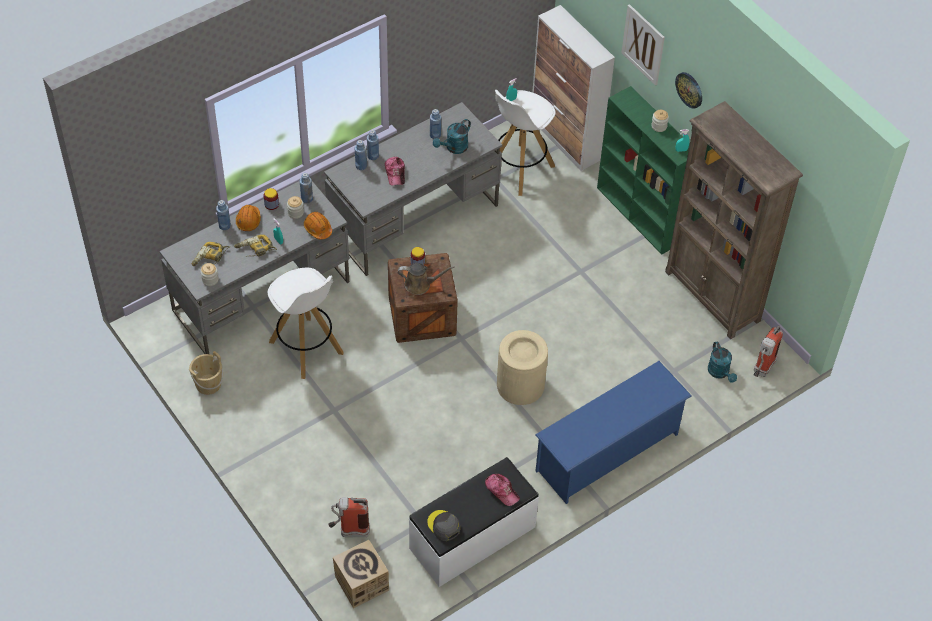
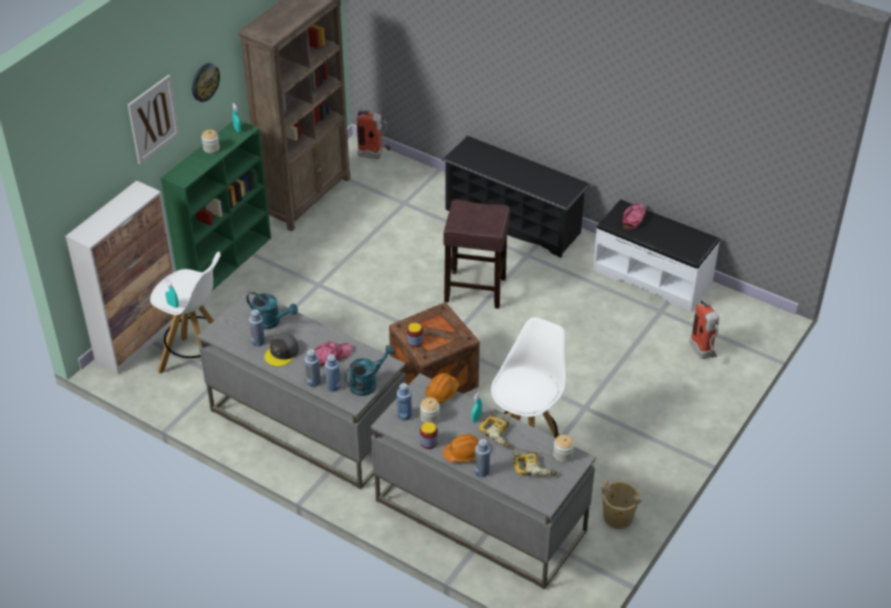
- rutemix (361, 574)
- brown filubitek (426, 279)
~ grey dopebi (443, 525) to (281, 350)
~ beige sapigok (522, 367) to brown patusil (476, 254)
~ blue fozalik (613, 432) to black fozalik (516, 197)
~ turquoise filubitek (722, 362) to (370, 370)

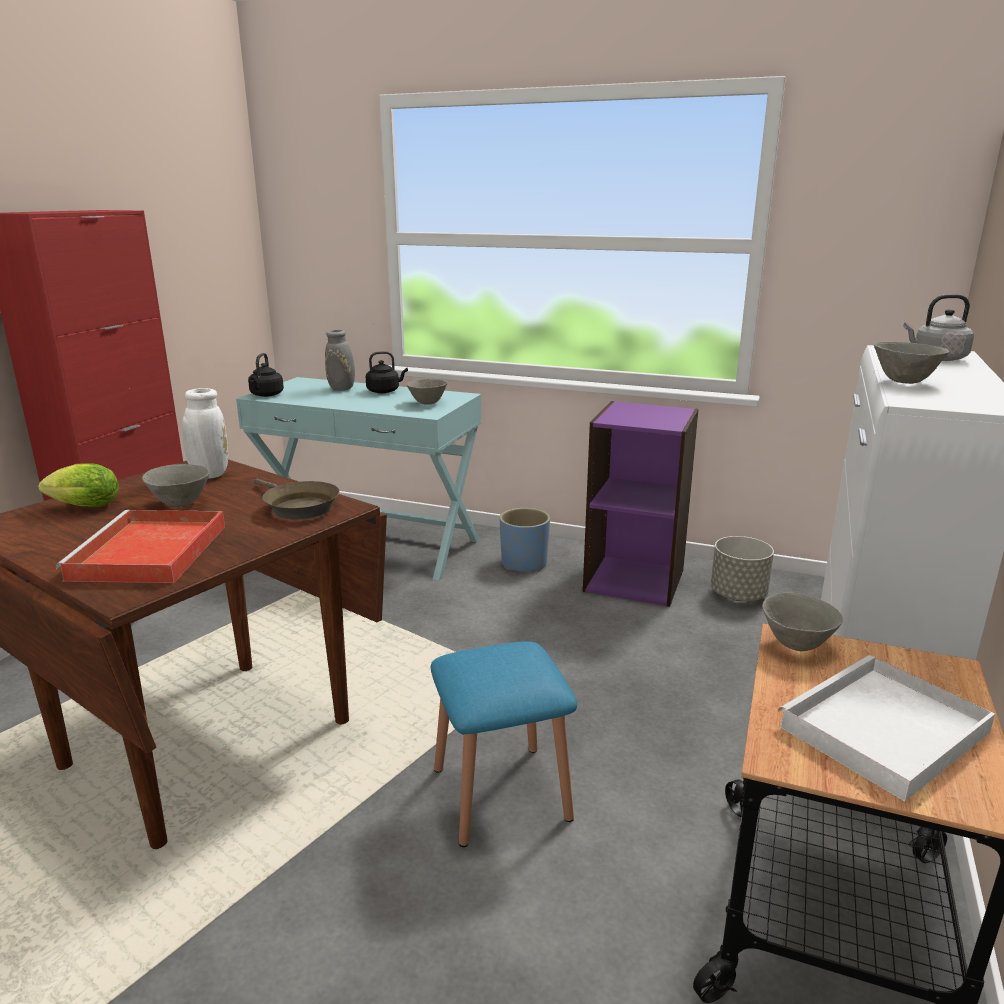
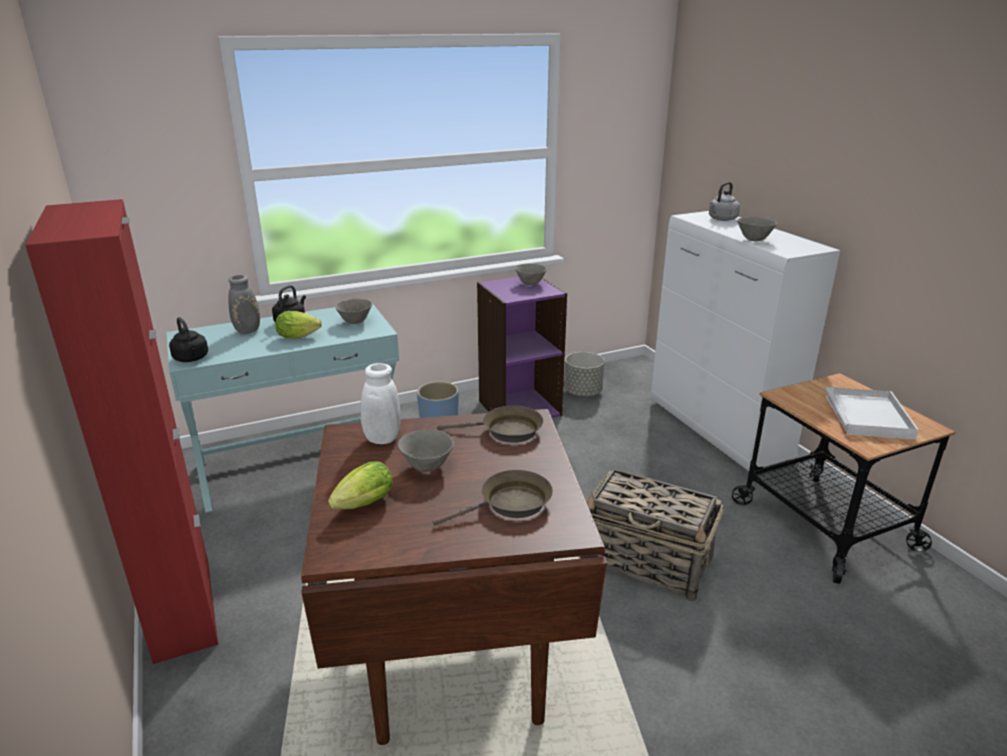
~ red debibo (140, 546) to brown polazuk (493, 498)
~ blue patusil (504, 744) to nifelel (655, 535)
~ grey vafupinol (802, 622) to (531, 275)
+ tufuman (299, 324)

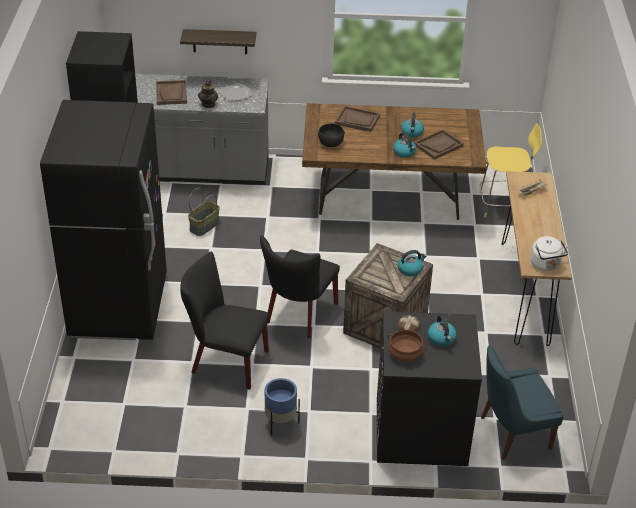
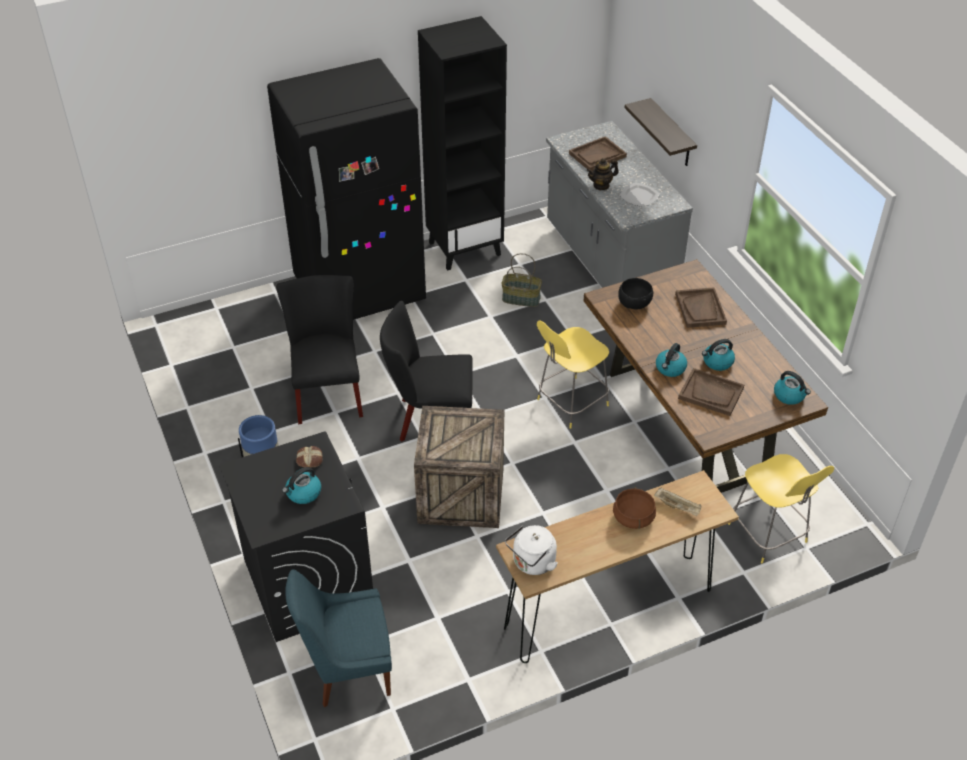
~ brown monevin (407, 345) to (634, 507)
~ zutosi (412, 263) to (792, 388)
~ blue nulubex (522, 402) = (338, 638) 60 degrees counterclockwise
+ yellow patusil (573, 374)

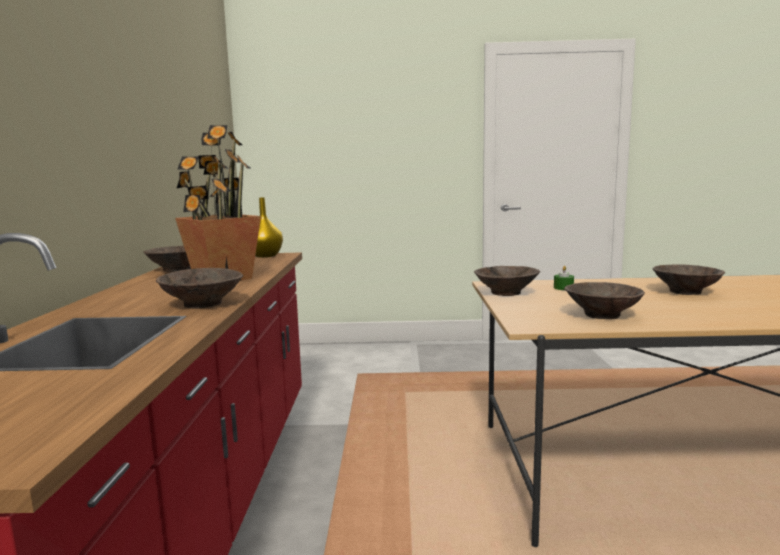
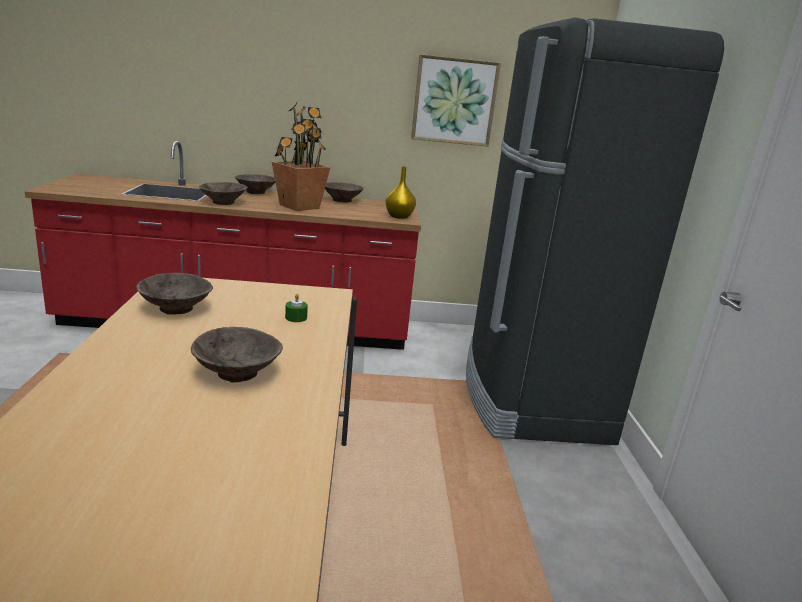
~ brown vafupinol (507, 281) to (255, 184)
+ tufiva (456, 100)
+ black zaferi (595, 231)

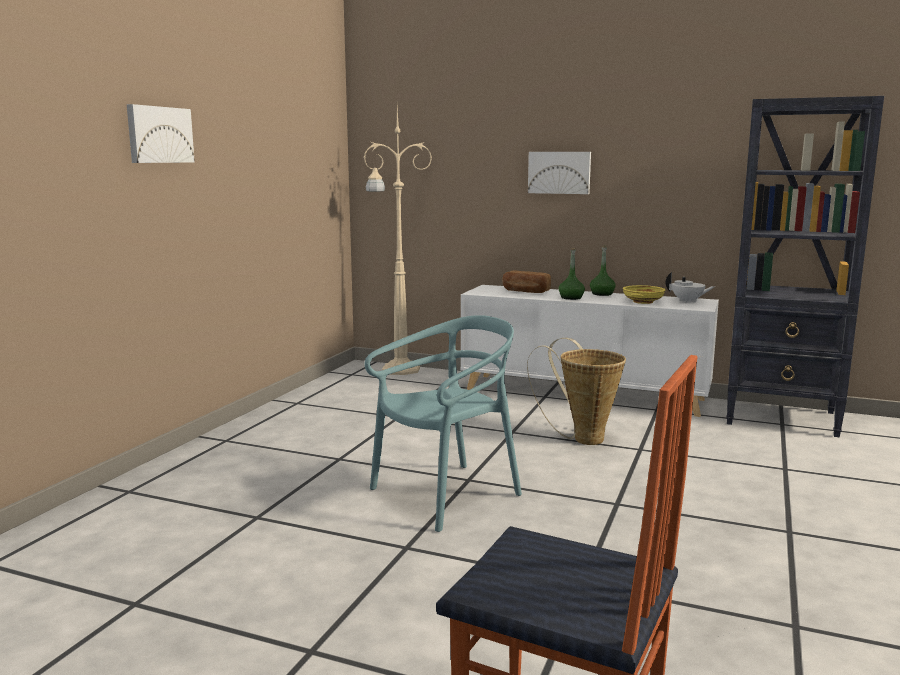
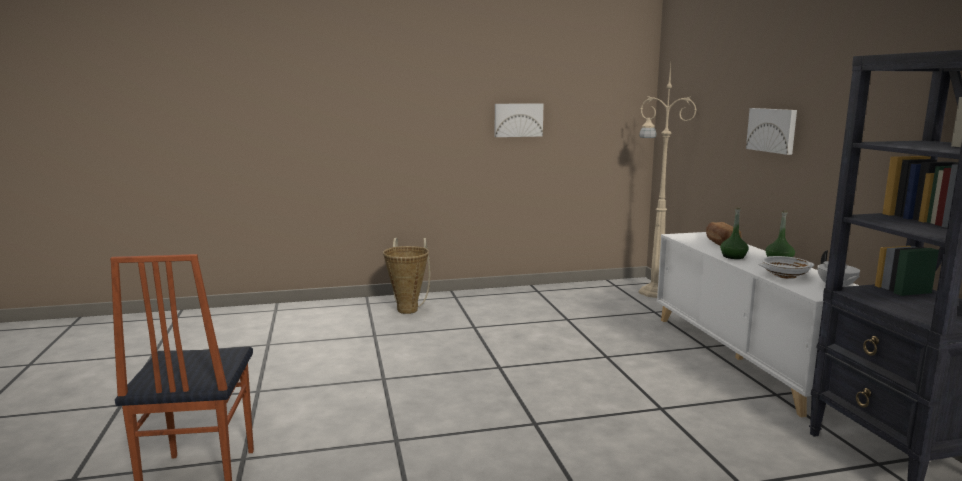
~ tufiva (161, 133) to (519, 120)
- turquoise nulubex (443, 423)
~ nifelel (576, 391) to (406, 276)
~ yellow vafupinol (644, 294) to white vafupinol (786, 267)

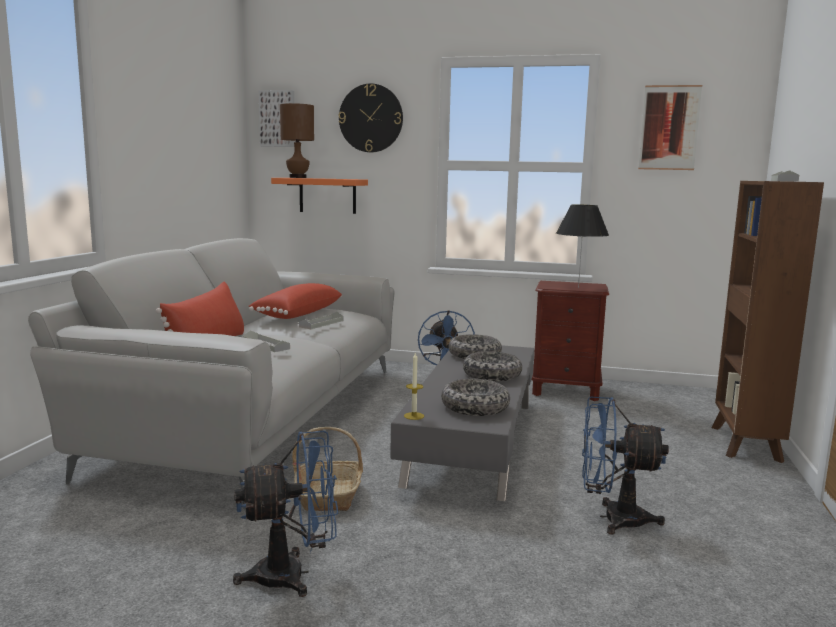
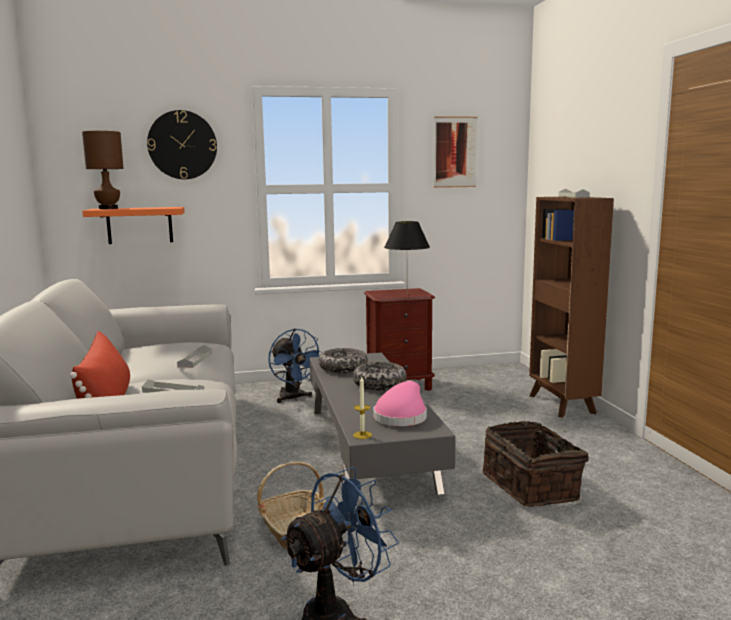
- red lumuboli (295, 301)
- tufiva (277, 118)
~ vafupinol (475, 397) to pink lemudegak (400, 403)
~ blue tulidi (625, 466) to nifelel (535, 464)

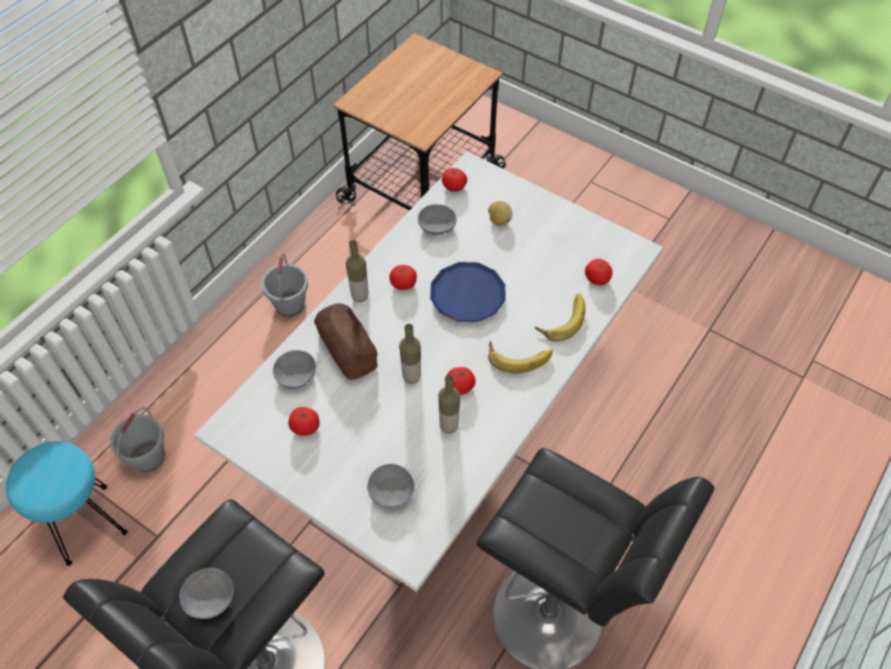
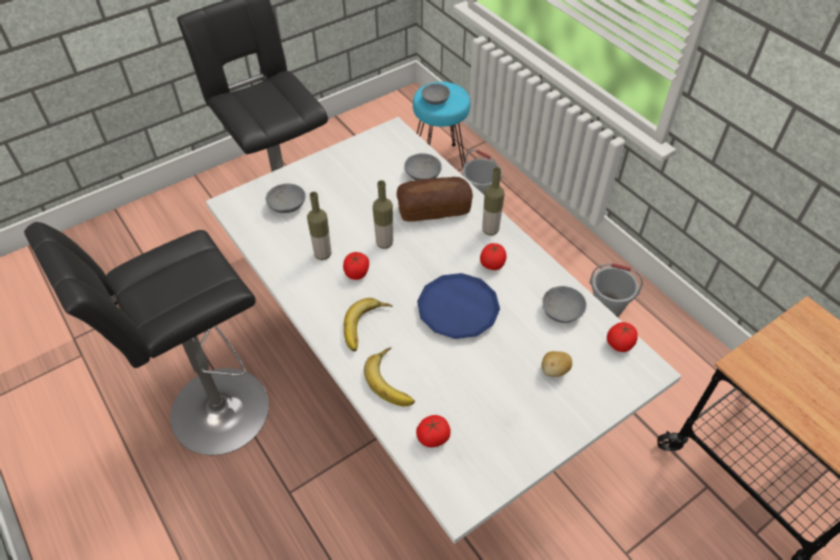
~ grey vafupinol (206, 593) to (436, 94)
- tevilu (304, 421)

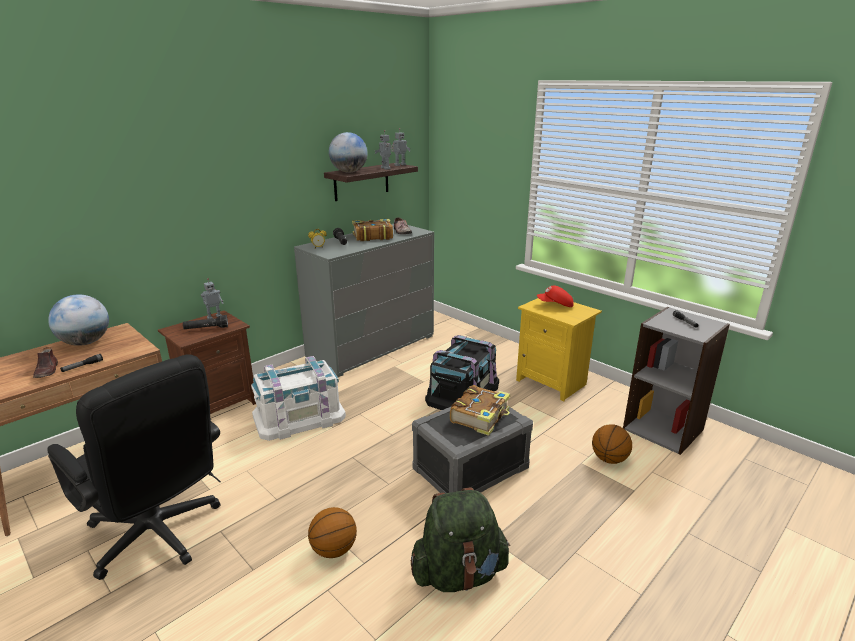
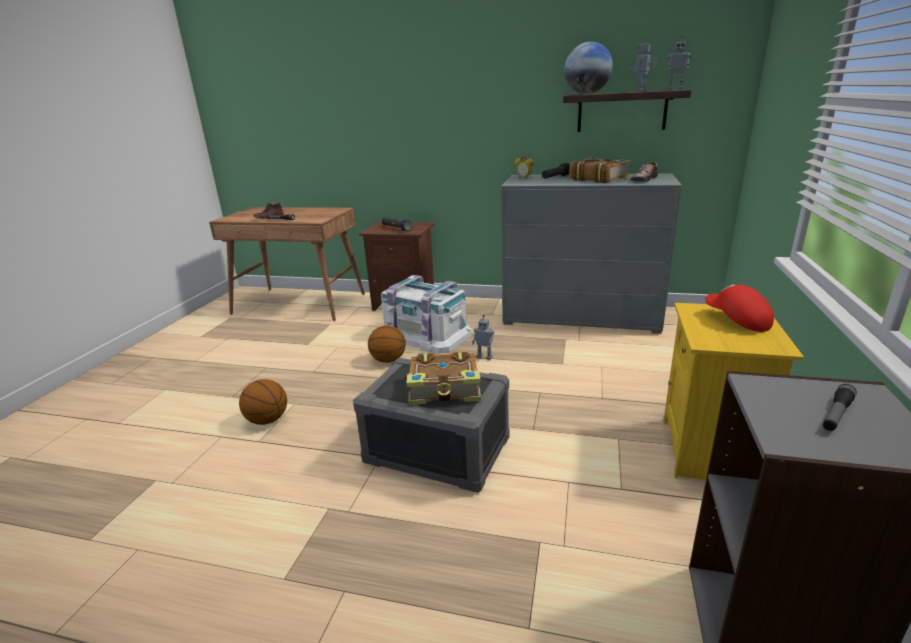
- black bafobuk (134, 467)
- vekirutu (78, 320)
~ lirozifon (212, 298) to (483, 337)
- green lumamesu (460, 539)
- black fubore (462, 372)
~ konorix (612, 444) to (387, 344)

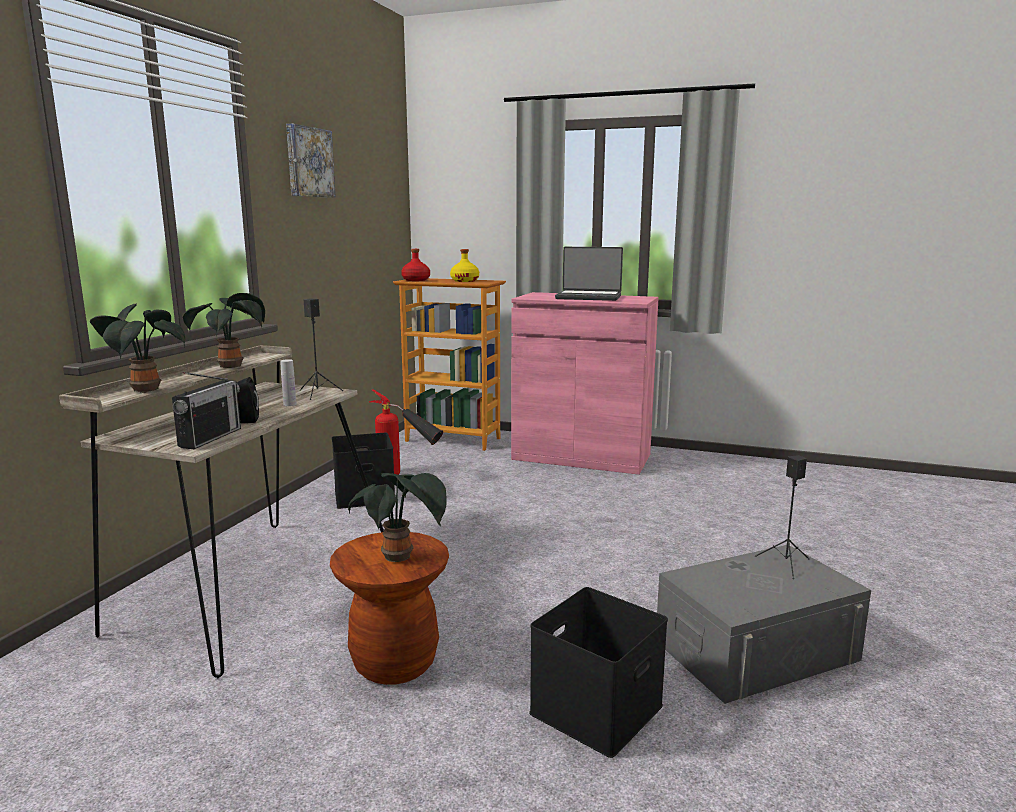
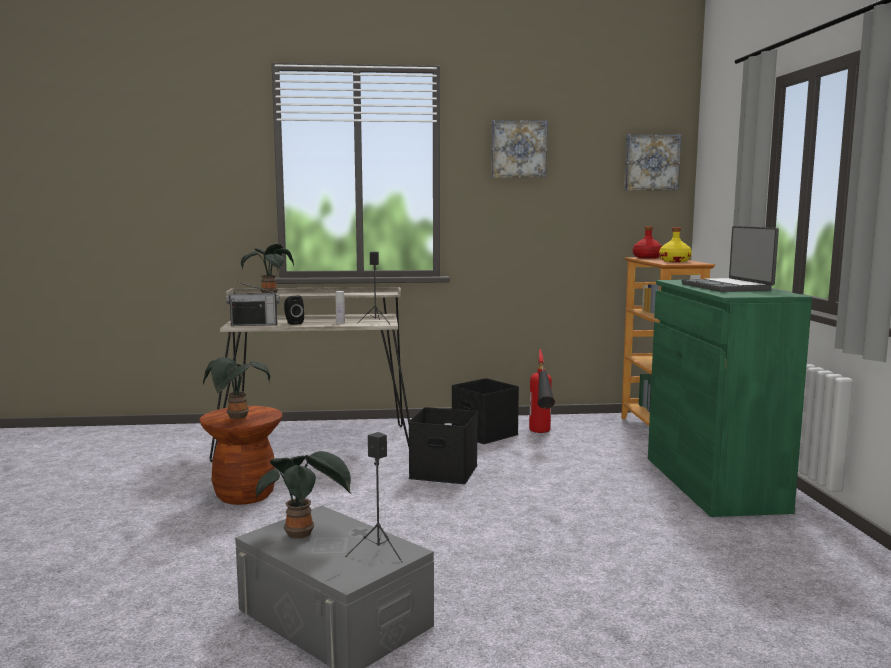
~ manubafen (224, 330) to (303, 495)
~ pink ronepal (585, 383) to green ronepal (730, 398)
~ black fubore (598, 672) to (443, 445)
+ tufiva (652, 162)

